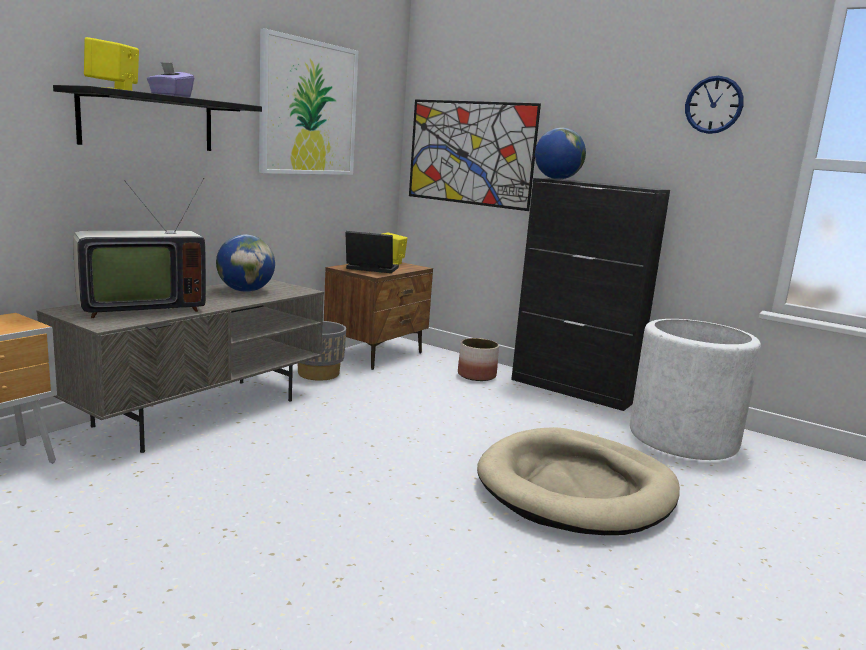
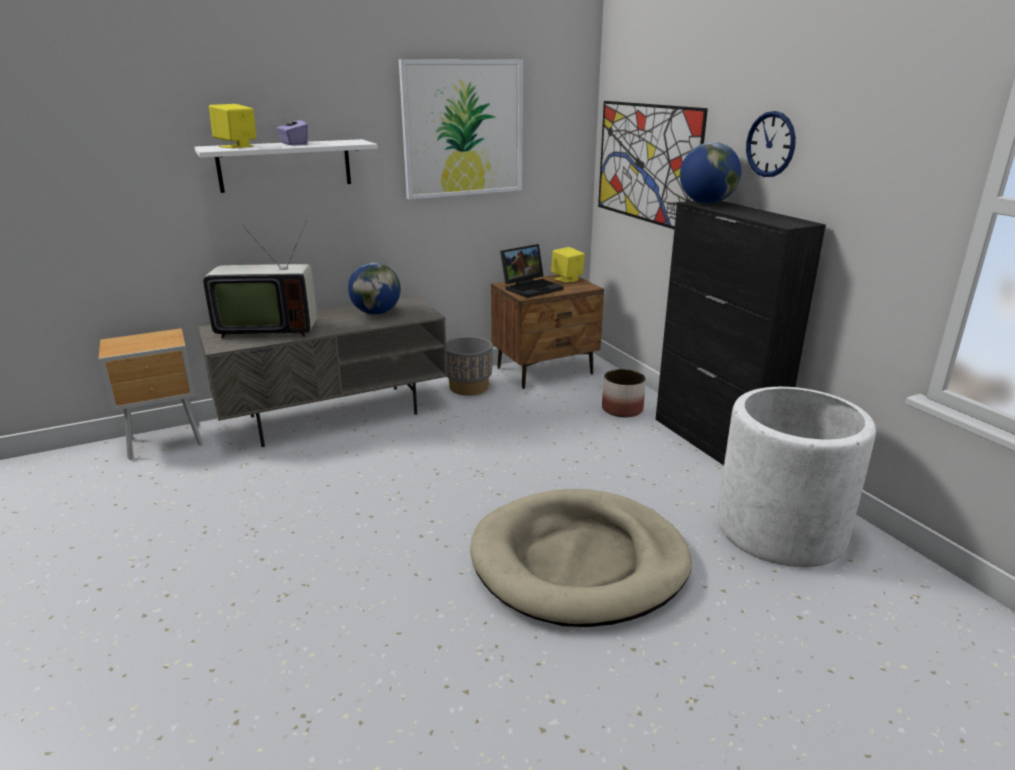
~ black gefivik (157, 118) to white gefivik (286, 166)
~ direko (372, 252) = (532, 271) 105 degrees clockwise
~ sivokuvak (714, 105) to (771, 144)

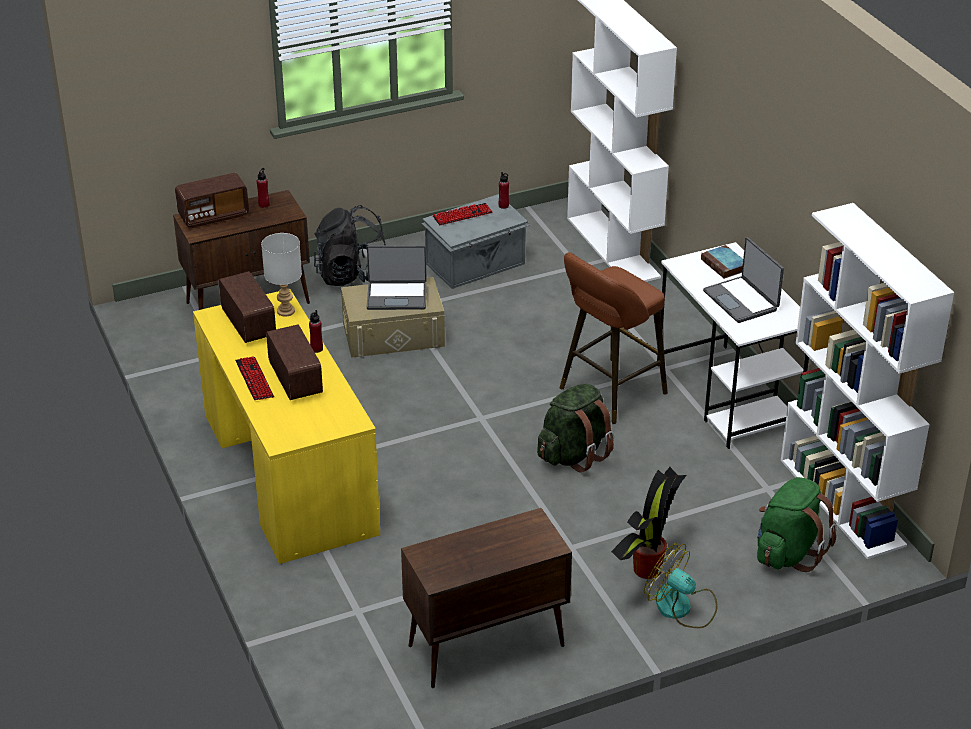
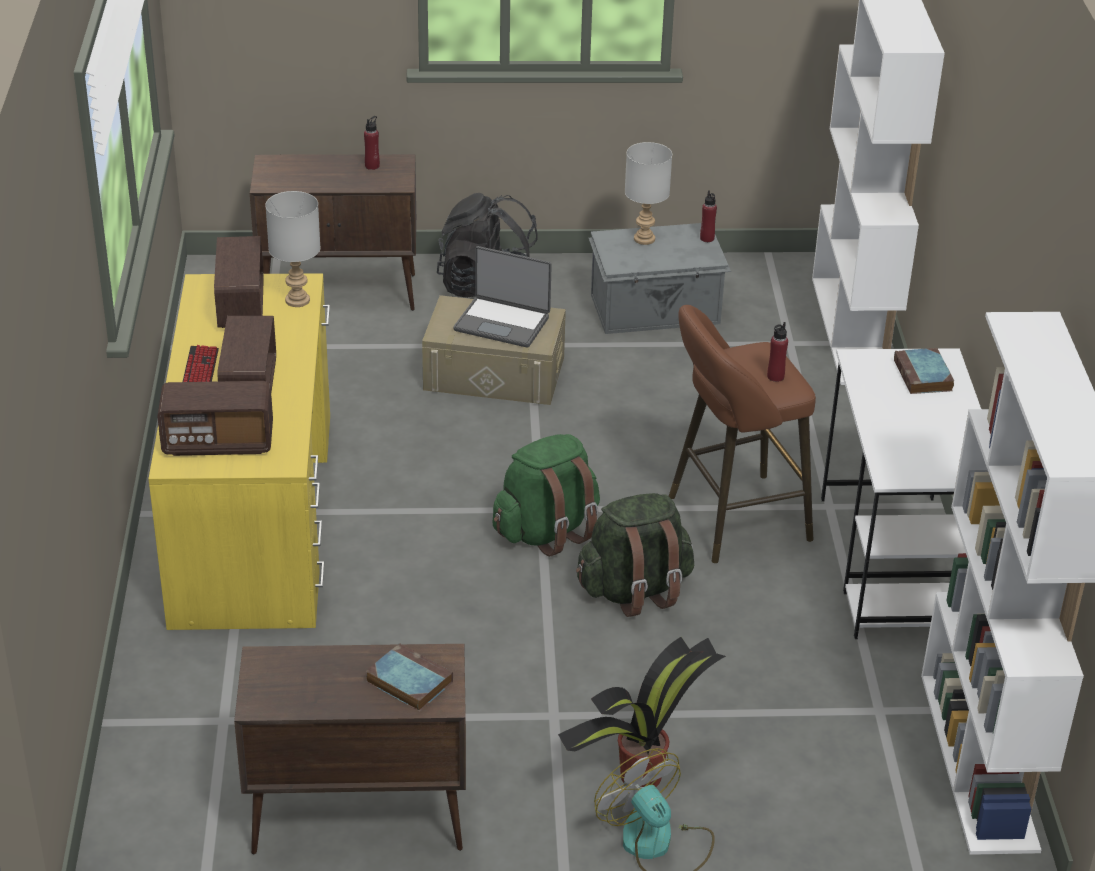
~ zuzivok (212, 200) to (215, 418)
~ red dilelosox (316, 331) to (777, 352)
~ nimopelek (462, 214) to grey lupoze (648, 193)
- direko (743, 280)
~ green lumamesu (797, 524) to (546, 495)
+ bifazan (409, 677)

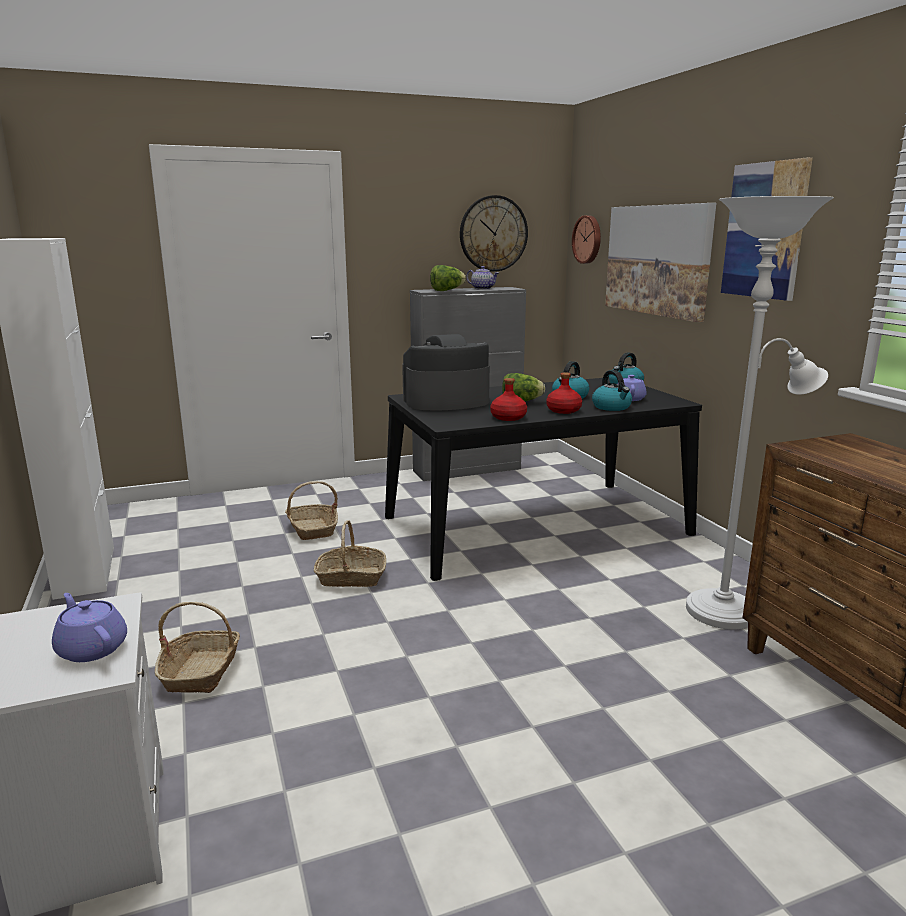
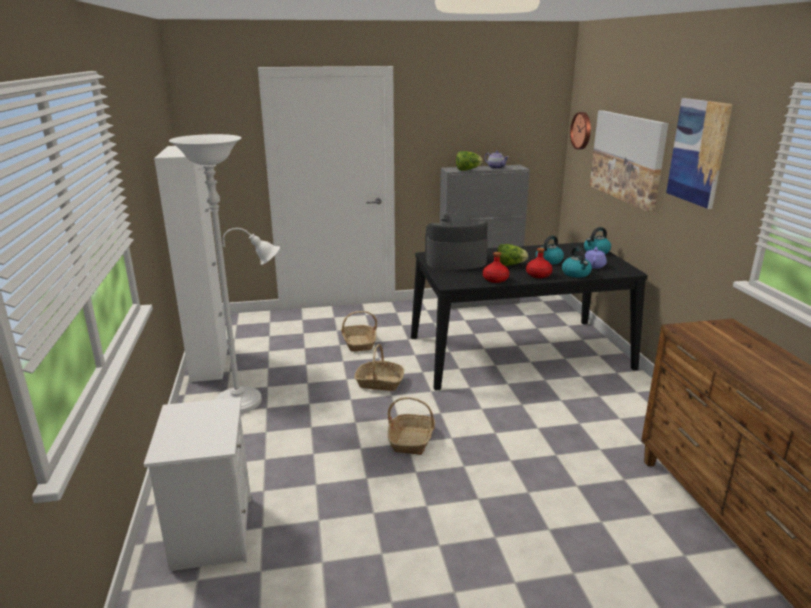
- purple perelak (89, 627)
~ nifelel (197, 647) to (411, 426)
- sivokuvak (494, 233)
~ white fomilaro (760, 413) to (224, 274)

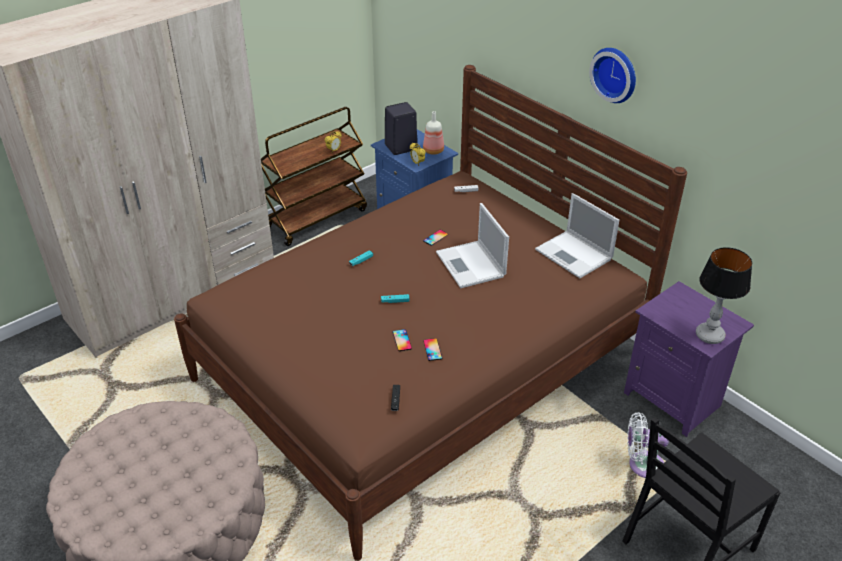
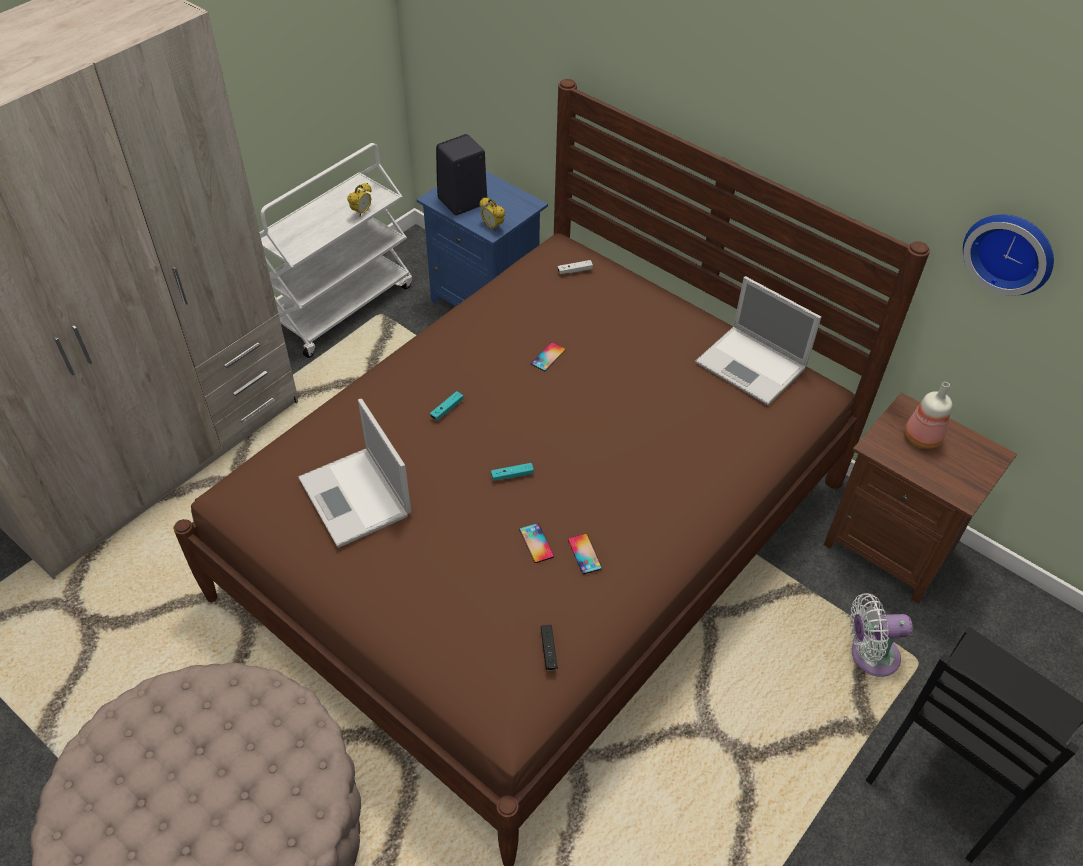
~ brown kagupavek (314, 176) to white kagupavek (336, 250)
~ dilelosox (433, 133) to (928, 415)
~ direko (472, 245) to (354, 473)
~ sivokuvak (612, 75) to (1008, 255)
~ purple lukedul (689, 359) to brown lukedul (920, 498)
- lupoze (724, 295)

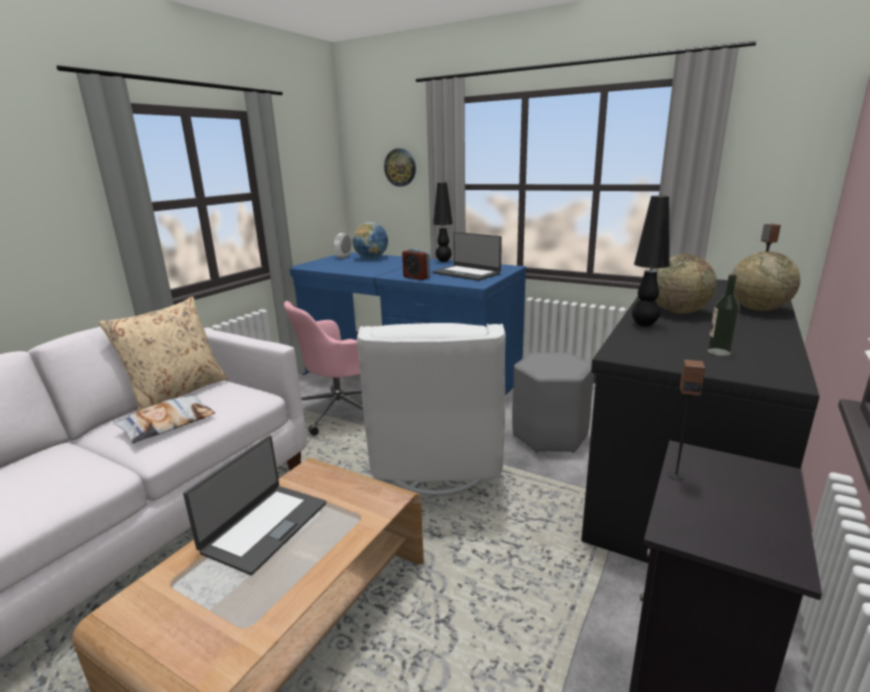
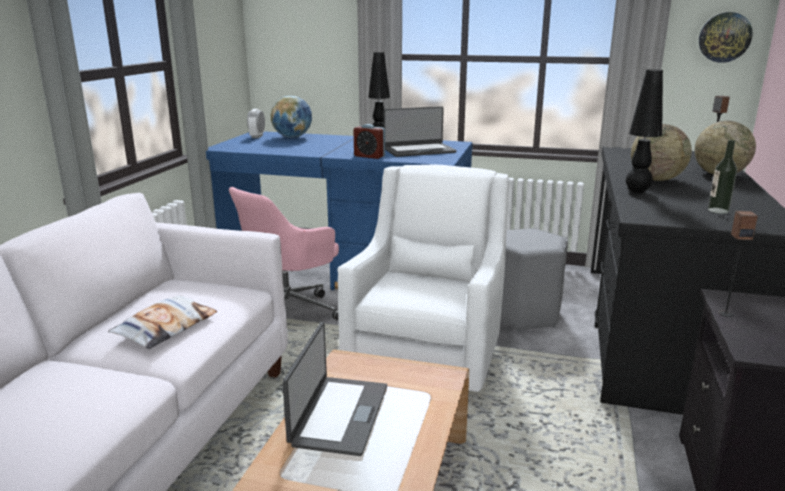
- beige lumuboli (163, 353)
~ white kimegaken (431, 409) = (423, 278) 150 degrees counterclockwise
~ sivokuvak (400, 167) to (726, 37)
~ direko (467, 256) = (420, 131) 45 degrees counterclockwise

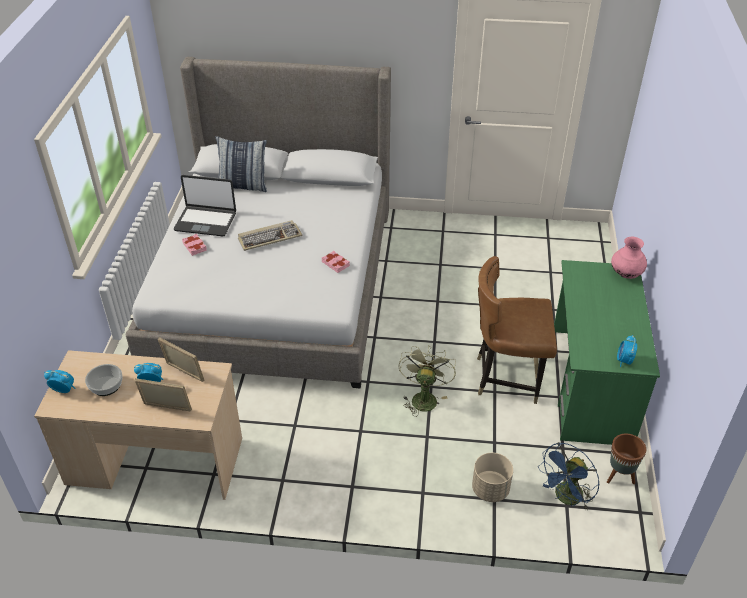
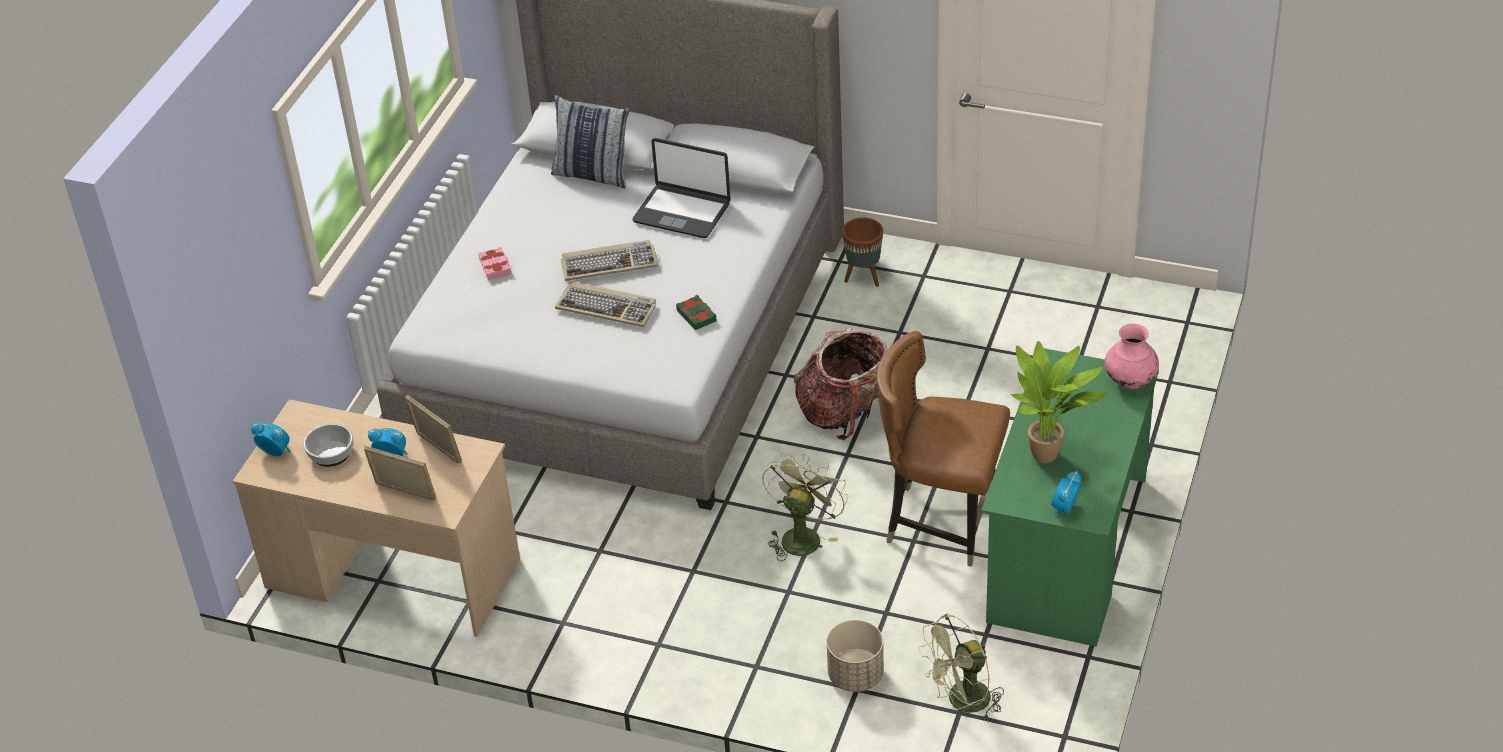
~ direko (205, 205) to (681, 188)
~ pink bifazan (336, 261) to green bifazan (696, 312)
~ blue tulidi (569, 476) to green tulidi (961, 668)
~ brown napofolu (626, 459) to (862, 252)
+ nimopelek (605, 304)
+ lumamesu (840, 383)
+ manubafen (1059, 402)

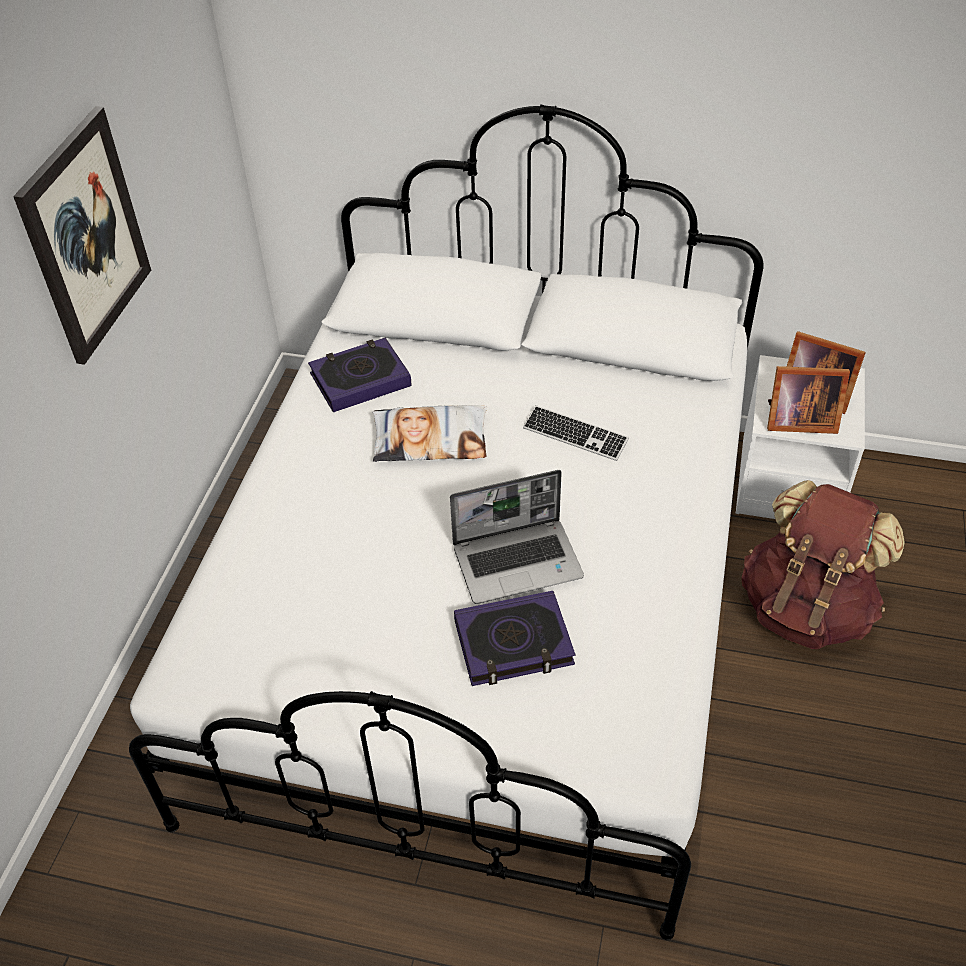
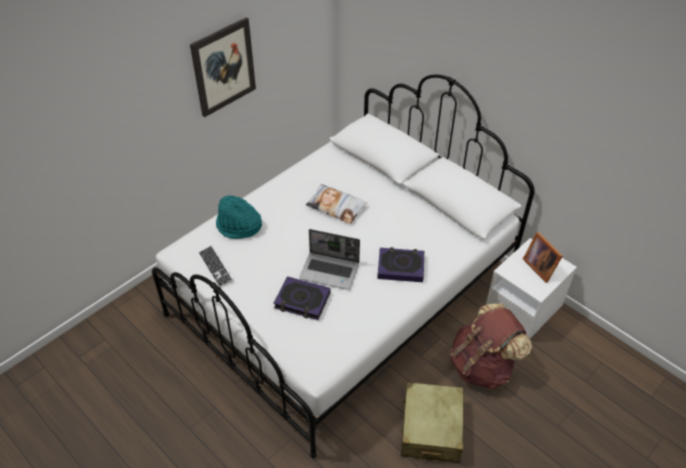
~ bifazan (359, 374) to (400, 264)
~ nimopelek (576, 433) to (216, 266)
- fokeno (808, 400)
+ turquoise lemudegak (239, 217)
+ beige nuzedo (432, 422)

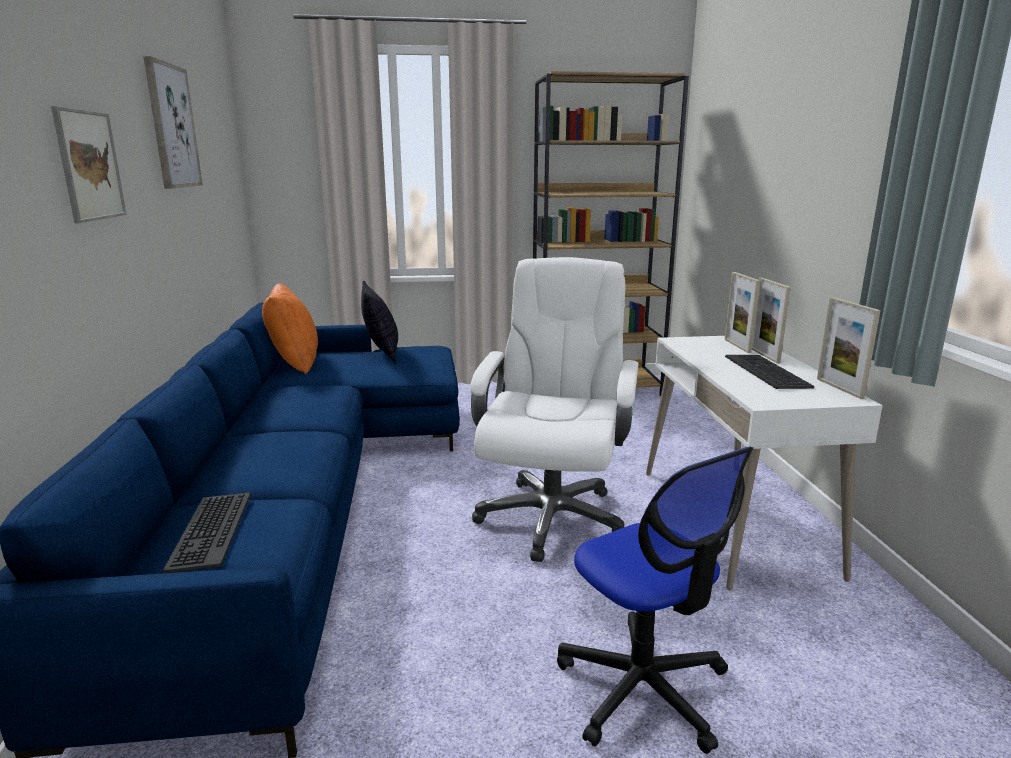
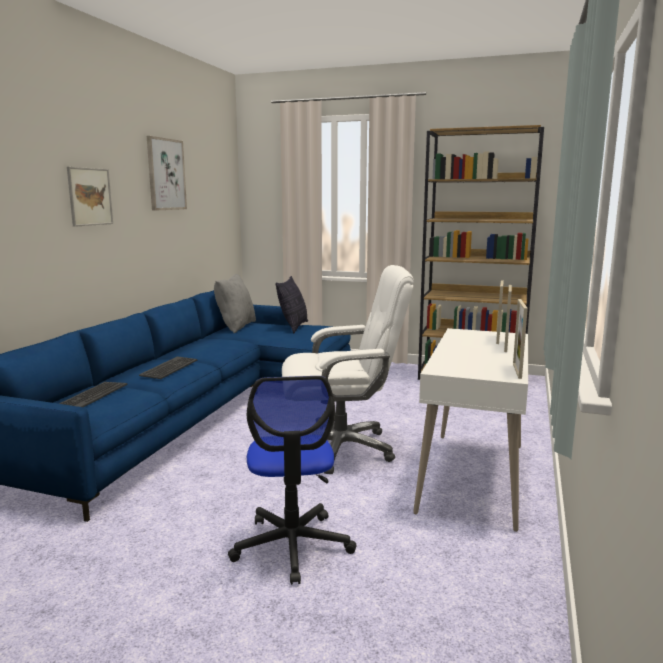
~ orange lumuboli (290, 328) to grey lumuboli (235, 303)
~ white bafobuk (554, 409) = (348, 369) 45 degrees clockwise
~ nimopelek (769, 372) to (168, 367)

